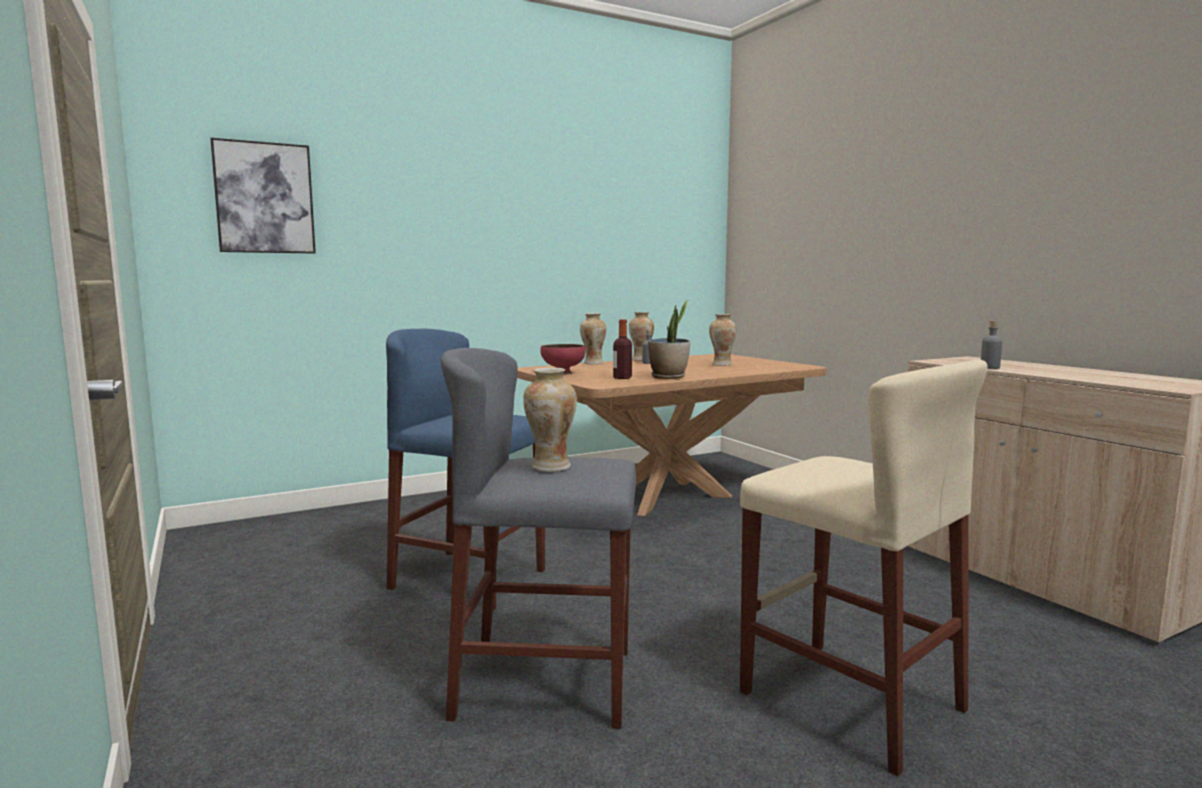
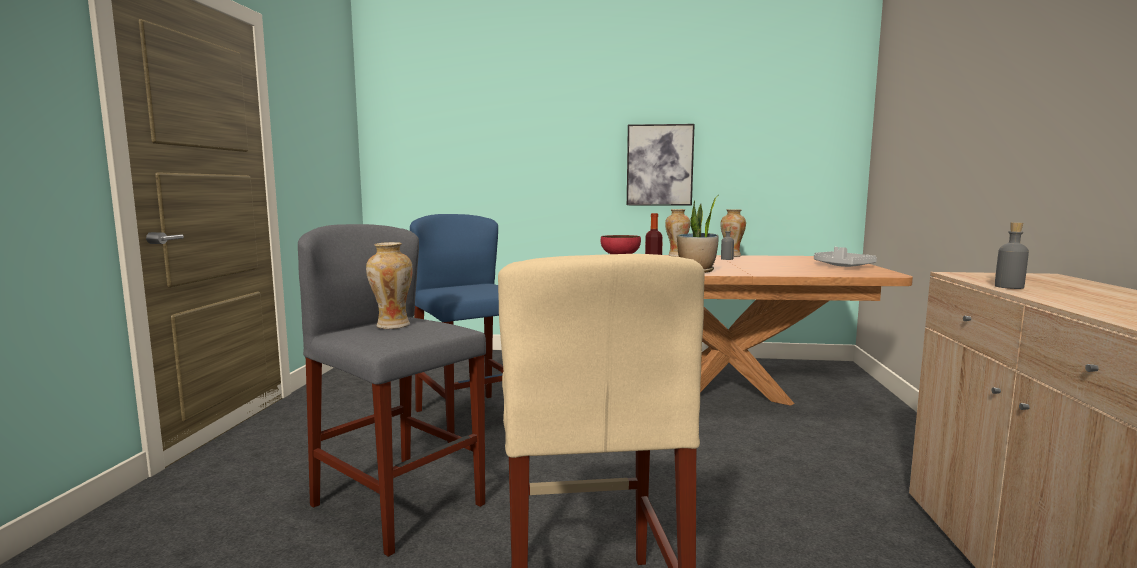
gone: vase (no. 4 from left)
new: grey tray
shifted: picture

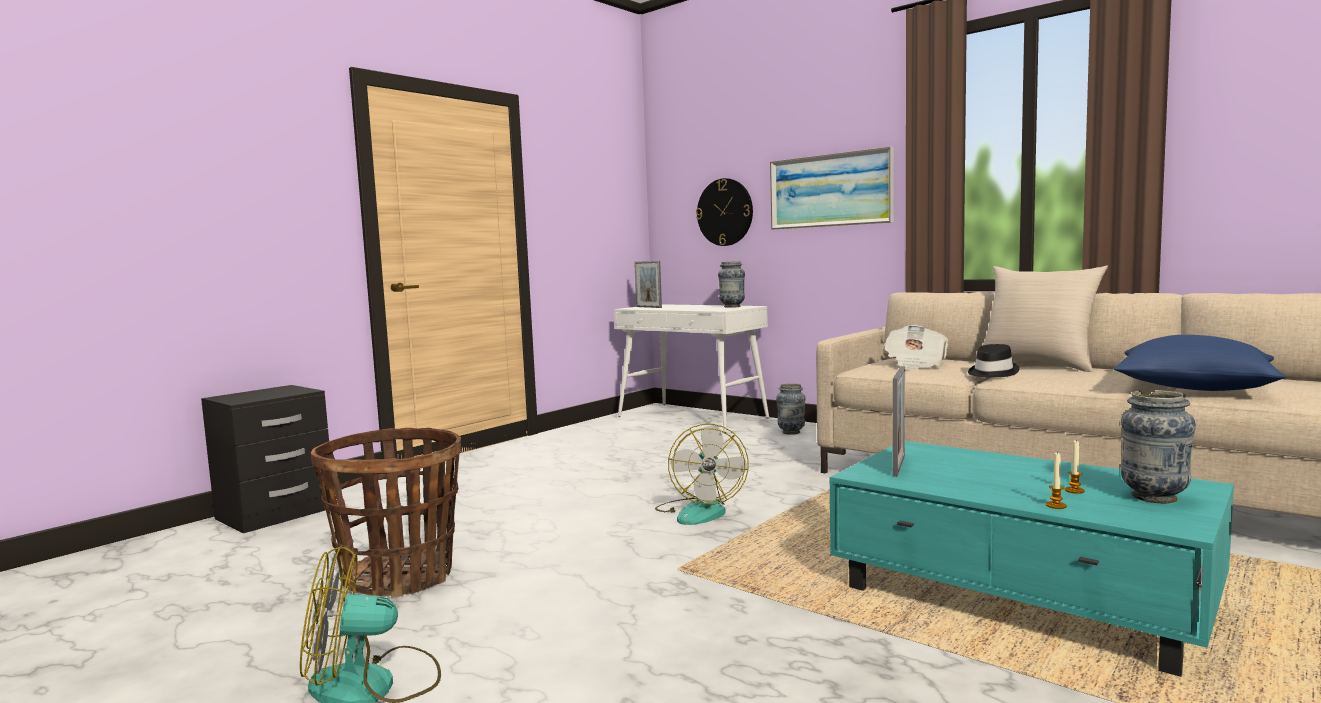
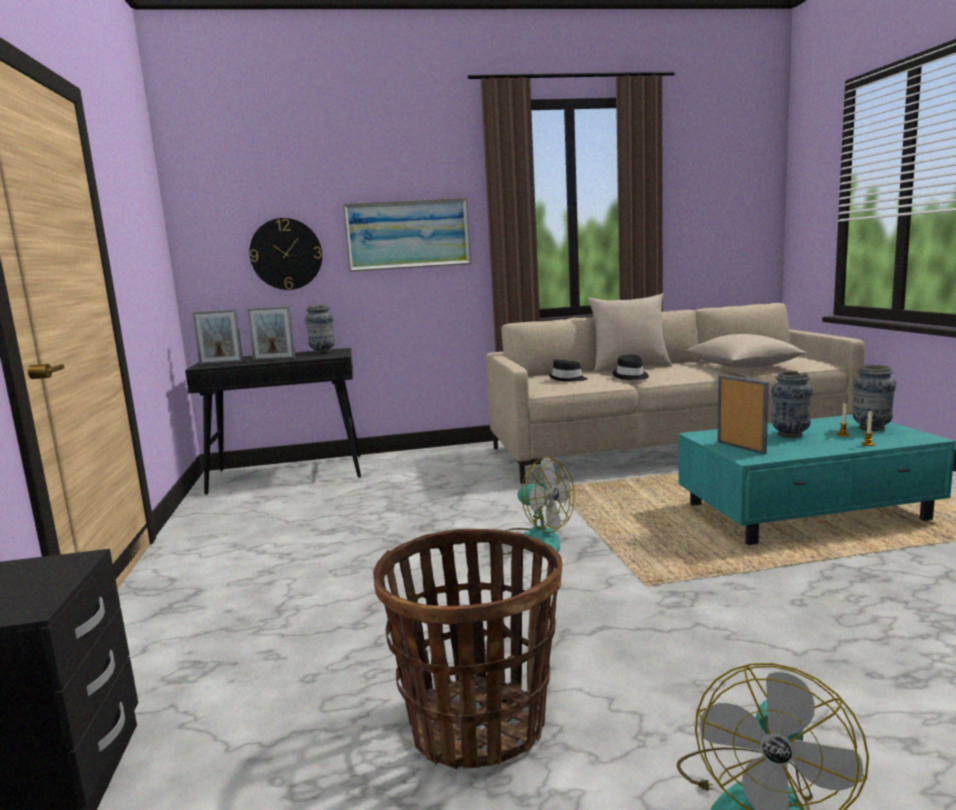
new: picture frame (no. 2 from left)
shifted: vase (no. 2 from left)
swapped: newspaper to black hat (no. 1 from left)
repainted: white console table to black console table; blue pillow to beige pillow (no. 2 from left)

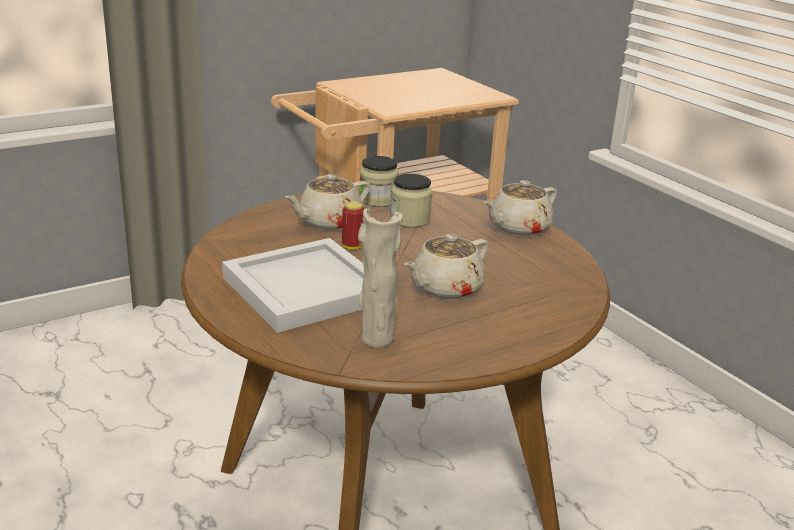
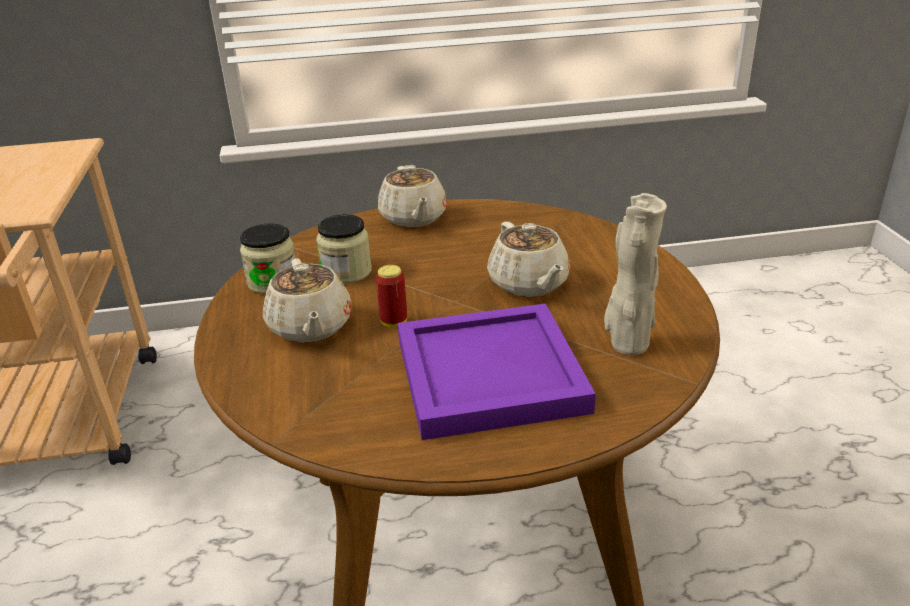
repainted: white tray to purple tray

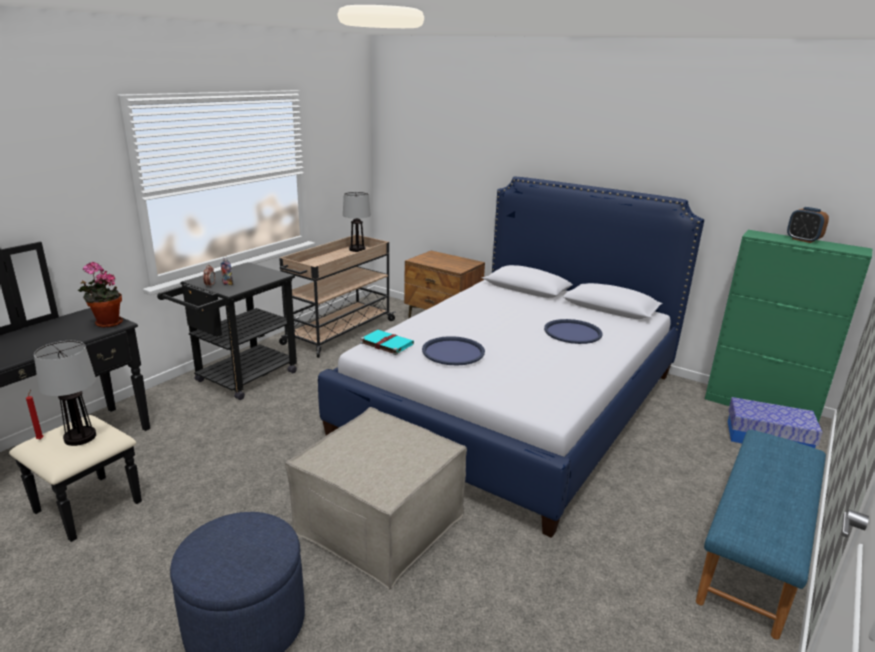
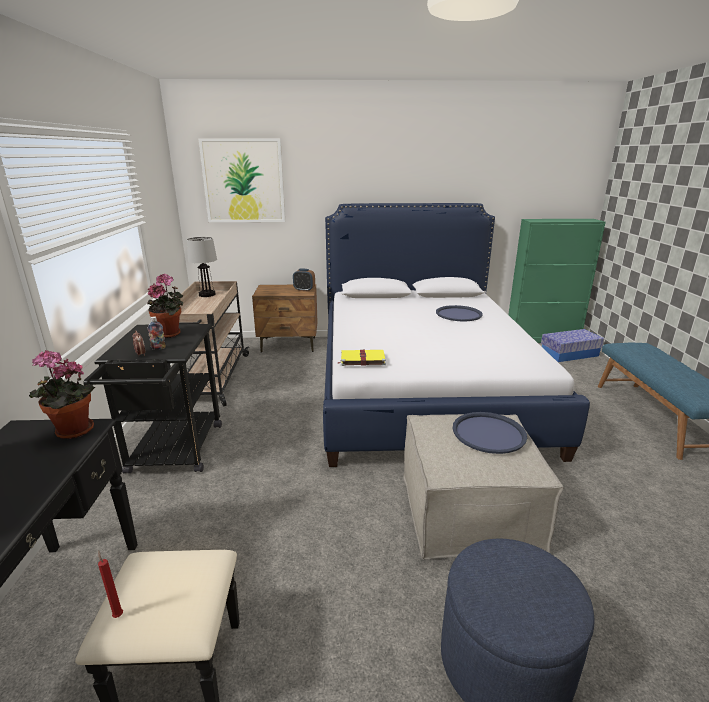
gone: table lamp (no. 1 from left)
new: potted plant (no. 2 from left); picture
shifted: blue tray (no. 1 from left in the first image) to blue tray (no. 2 from left); alarm clock (no. 2 from left)
repainted: turquoise book to yellow book

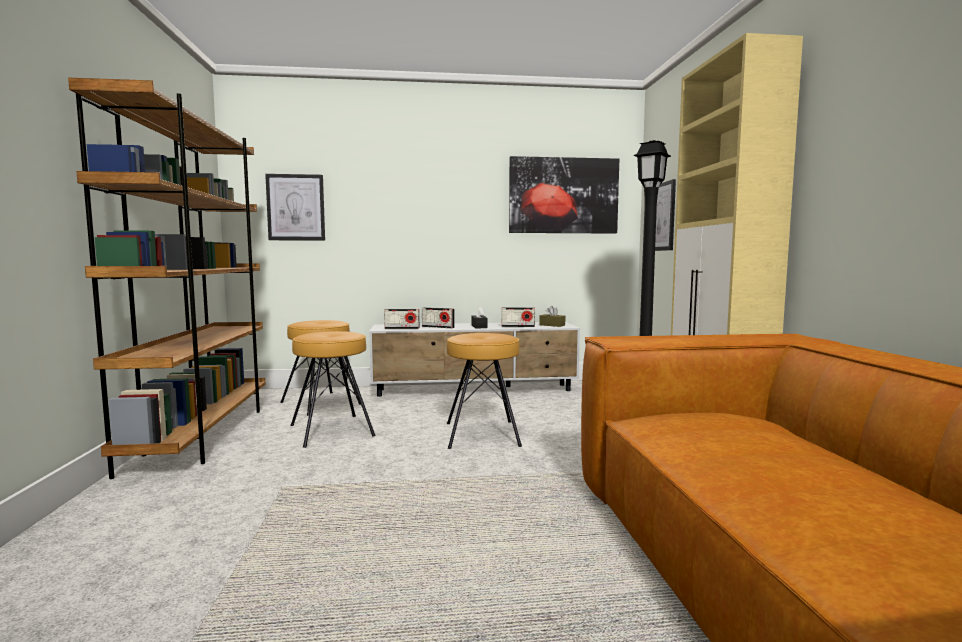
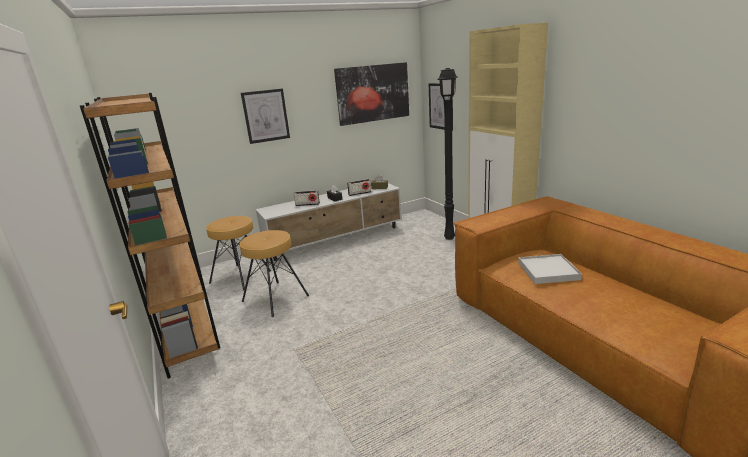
gone: radio (no. 1 from left); brown stool (no. 3 from left)
new: white tray
shifted: picture (no. 1 from left)

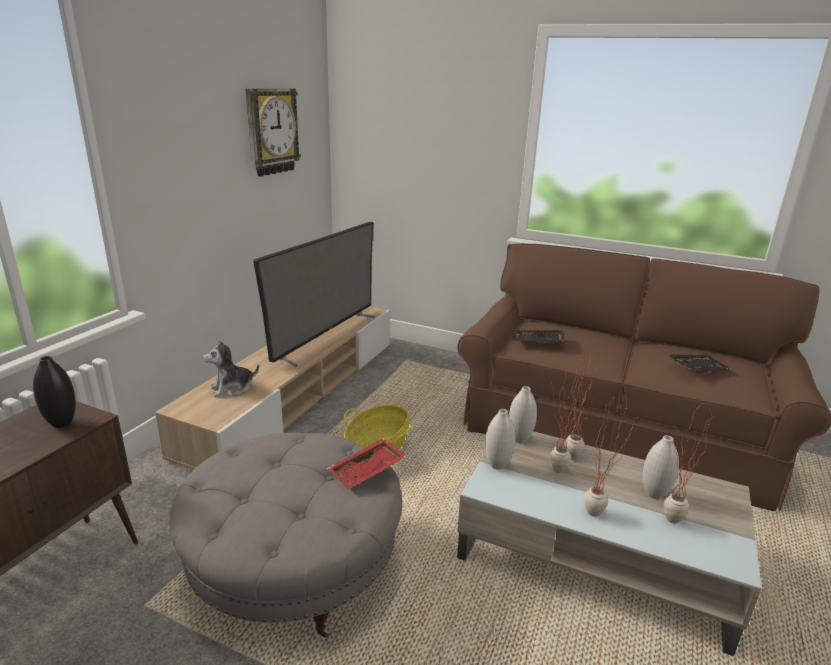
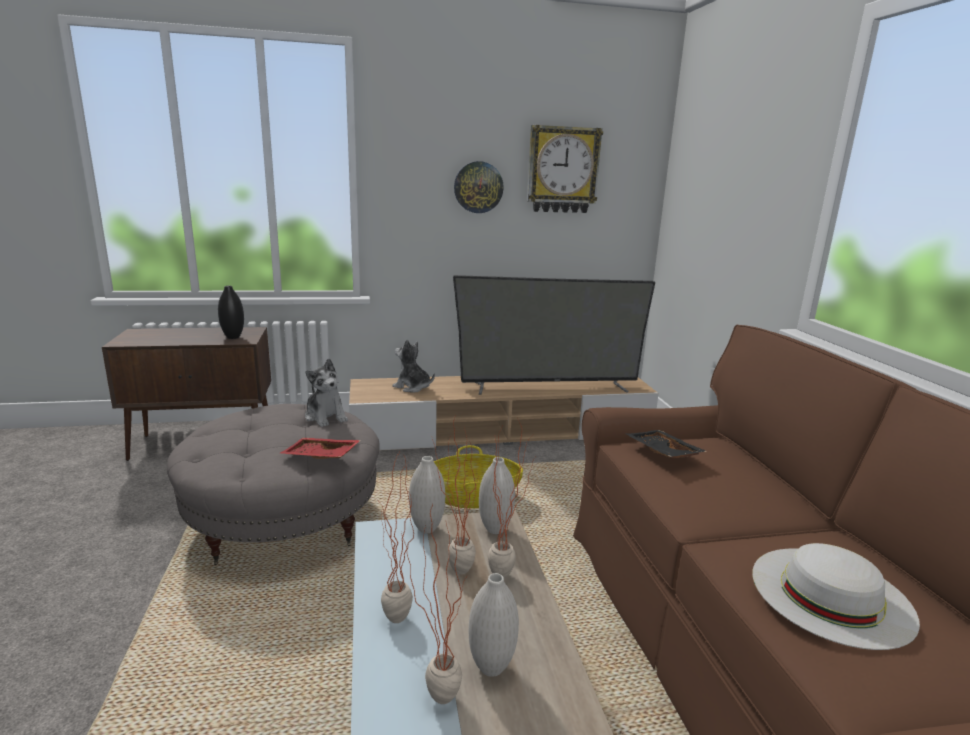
new: plush toy (no. 1 from left); wall clock (no. 1 from left)
swapped: black tray (no. 2 from left) to white hat

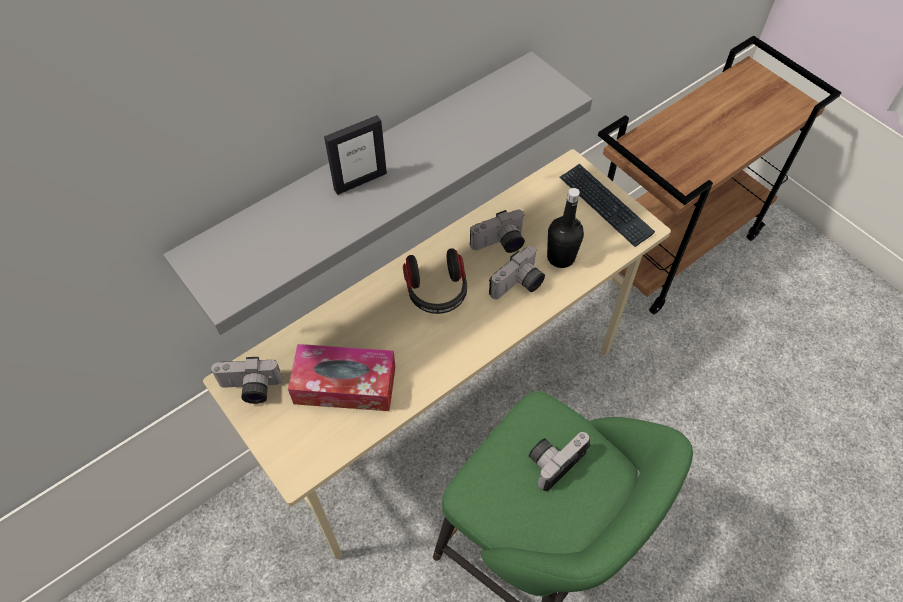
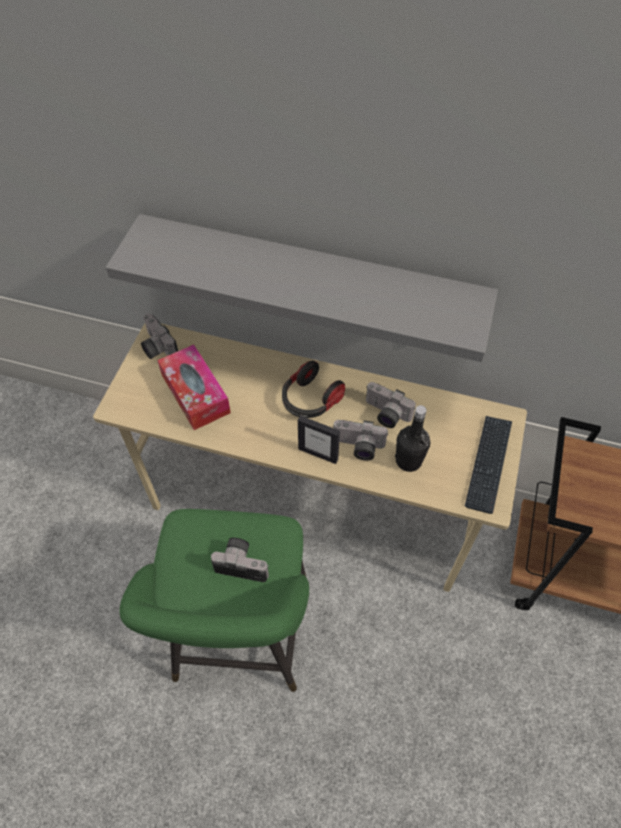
shifted: picture frame

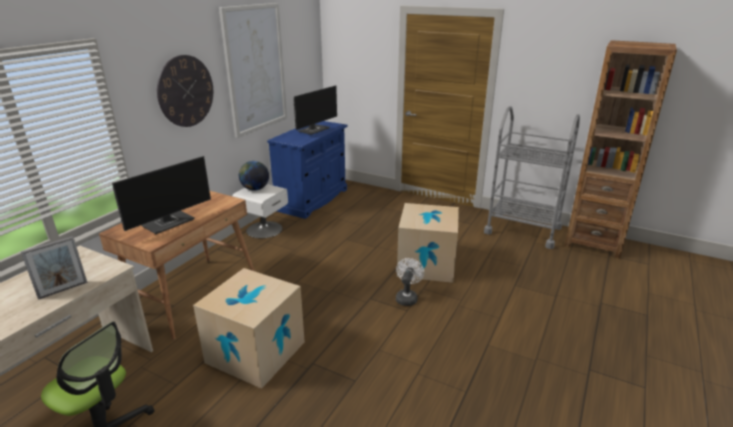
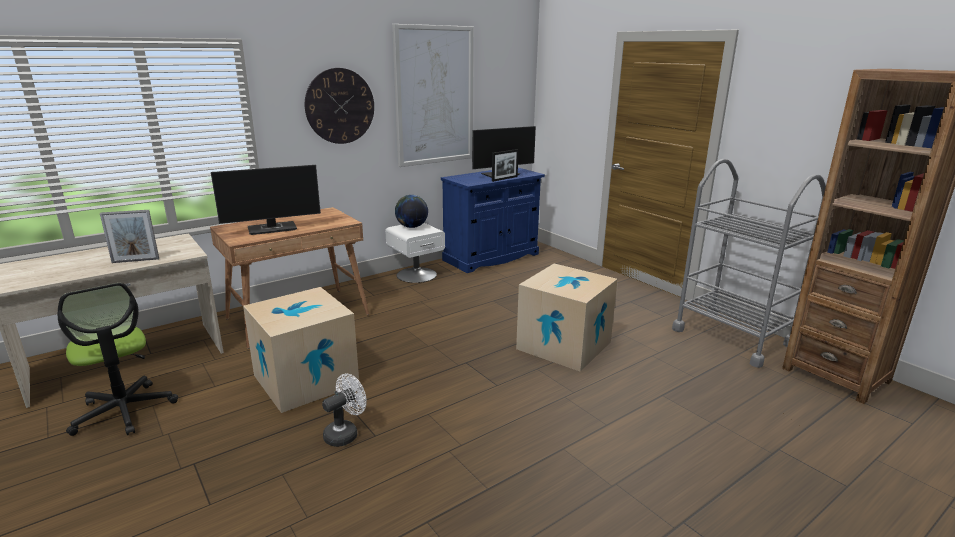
new: picture frame (no. 2 from left)
shifted: white fan

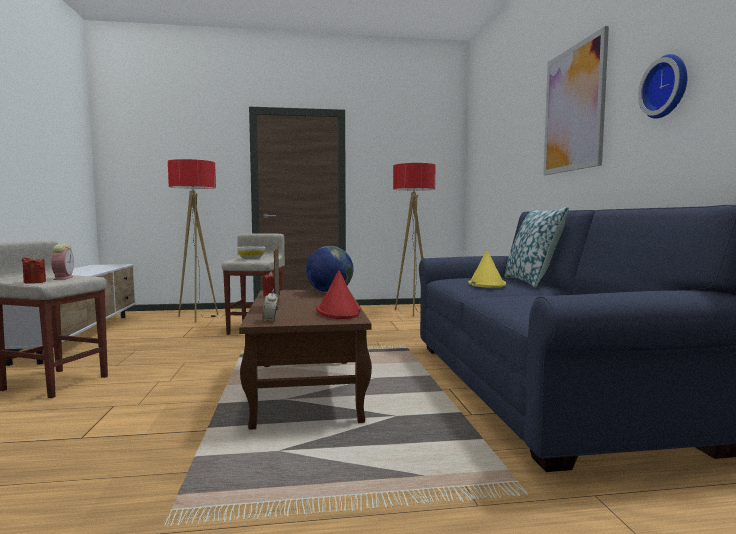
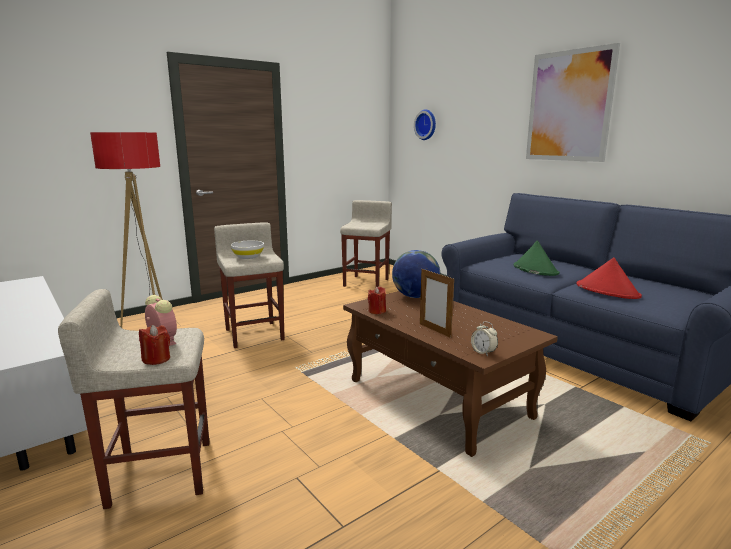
gone: pillow
shifted: red hat; wall clock
swapped: floor lamp (no. 2 from left) to beige stool (no. 3 from left)
repainted: yellow hat to green hat

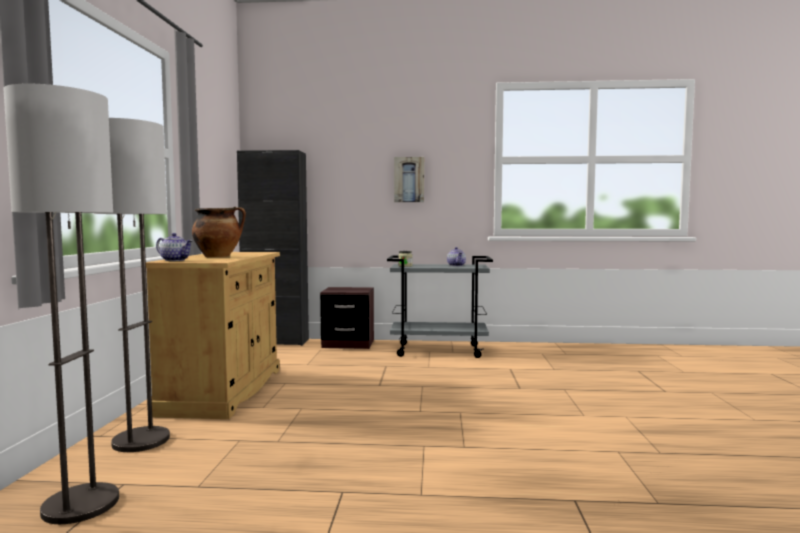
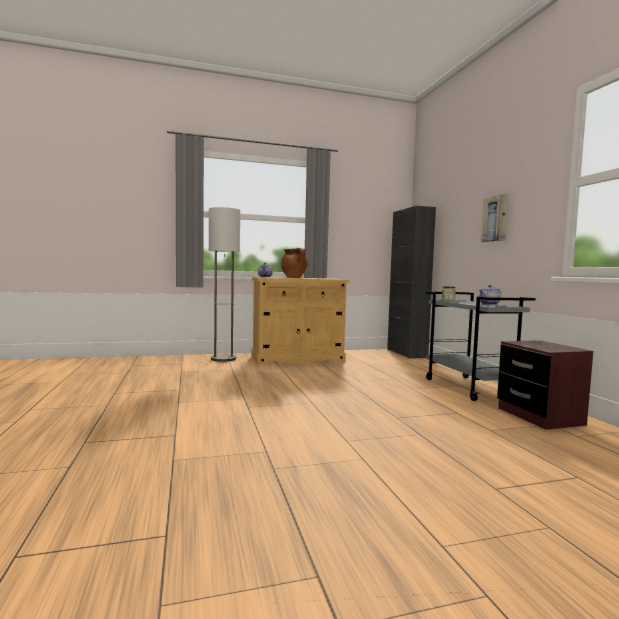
gone: floor lamp (no. 1 from left)
shifted: brown nightstand

